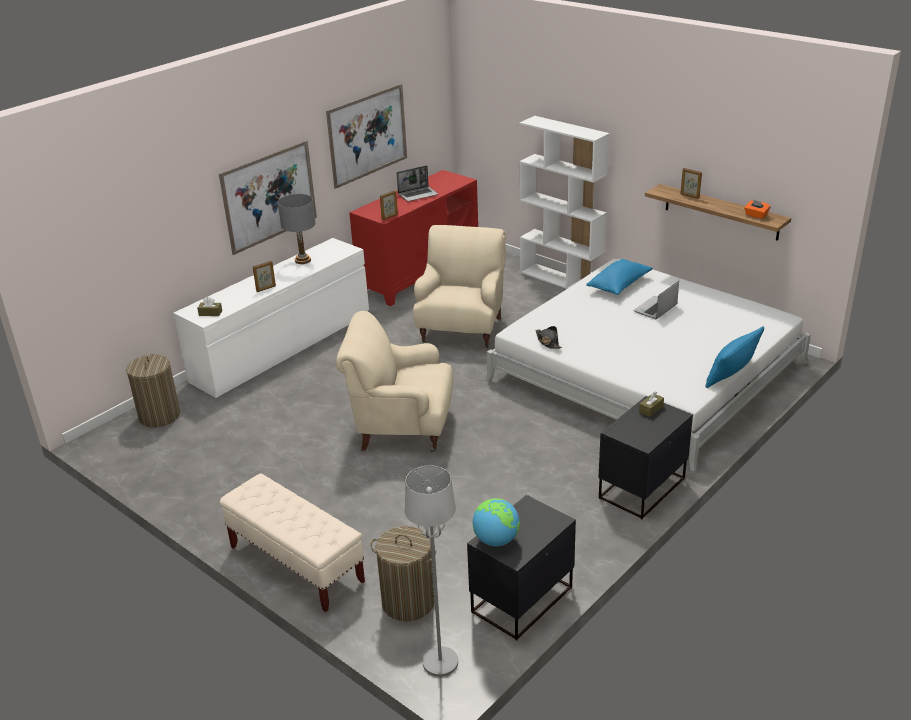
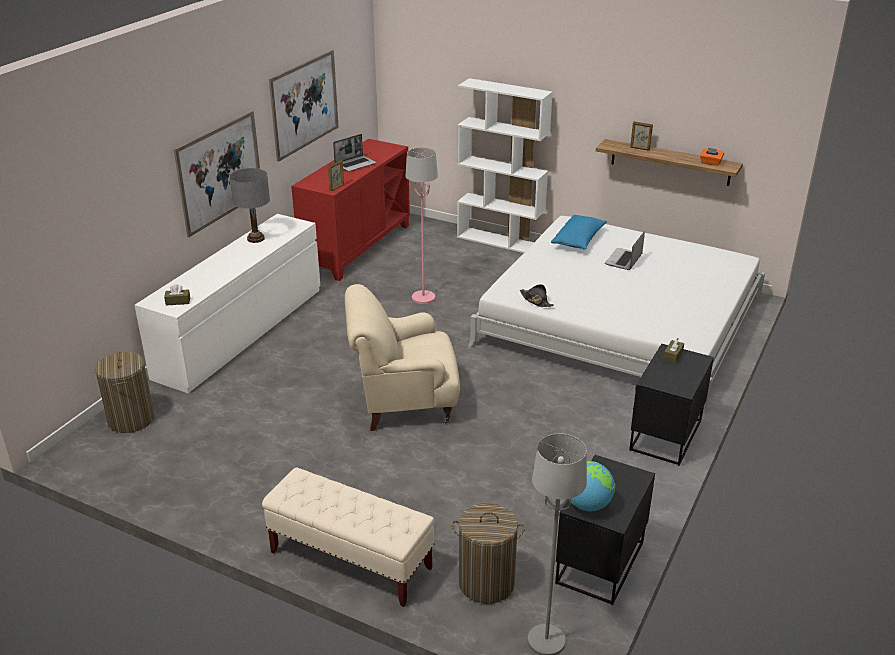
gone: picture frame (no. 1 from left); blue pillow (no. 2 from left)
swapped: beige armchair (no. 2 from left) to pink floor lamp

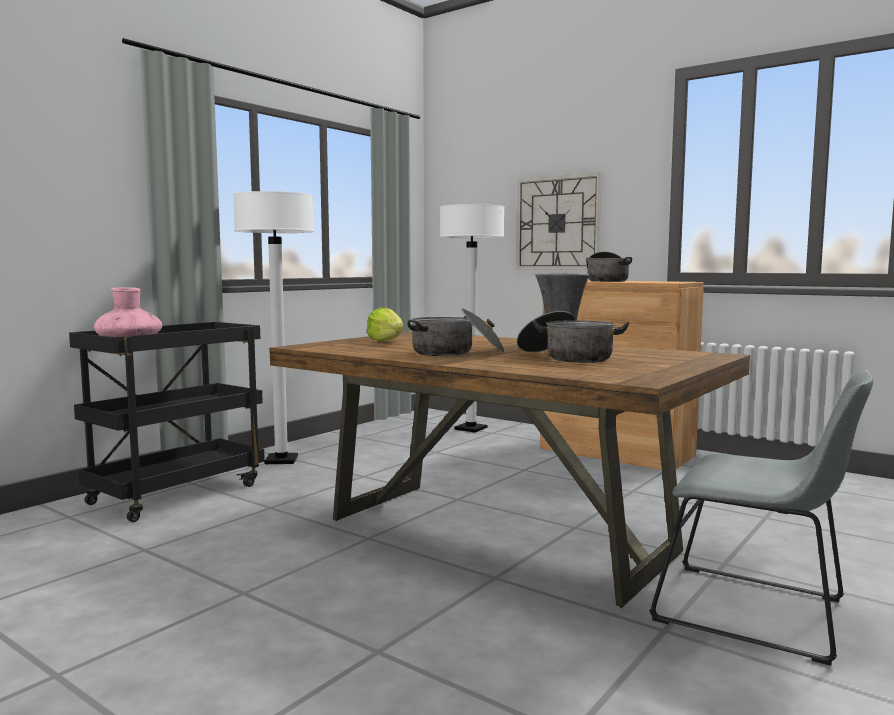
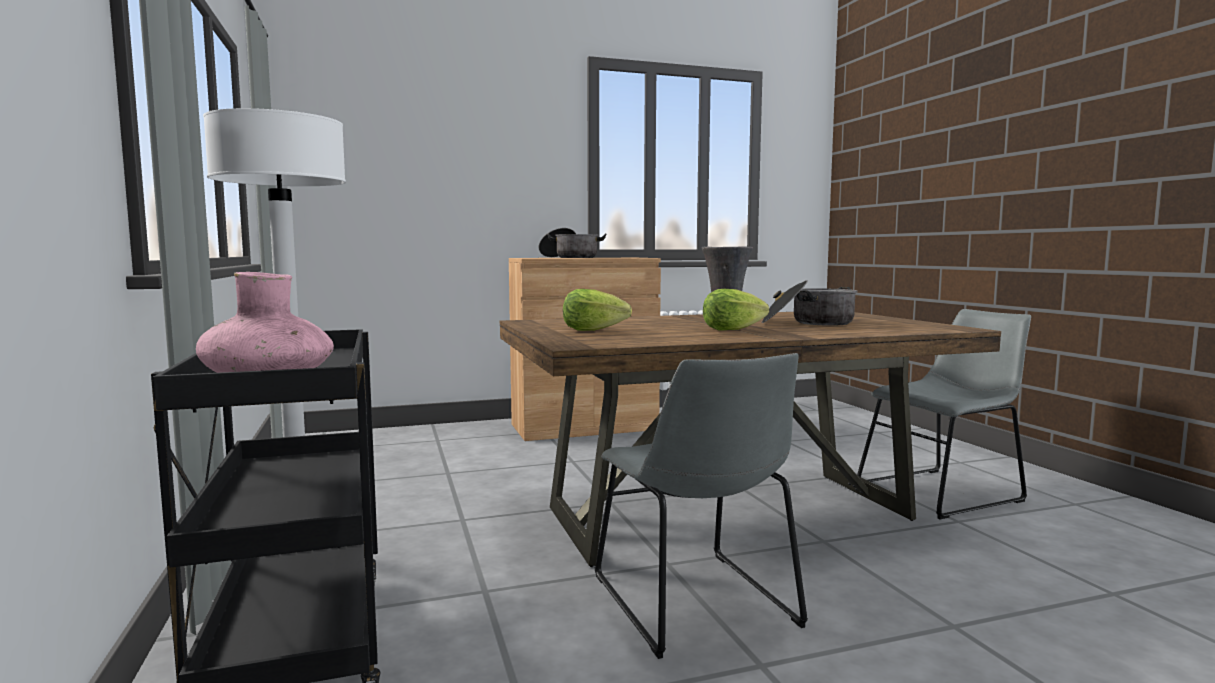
gone: white floor lamp (no. 2 from left); wall clock
new: grey chair (no. 1 from left)
swapped: cooking pot (no. 1 from left) to lettuce (no. 2 from left)

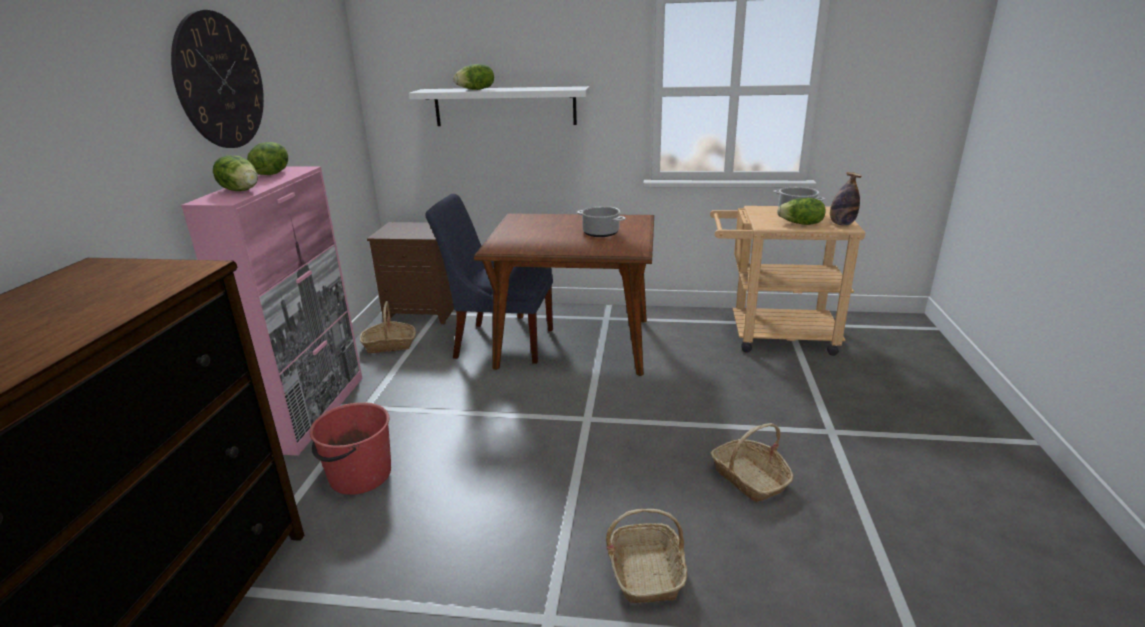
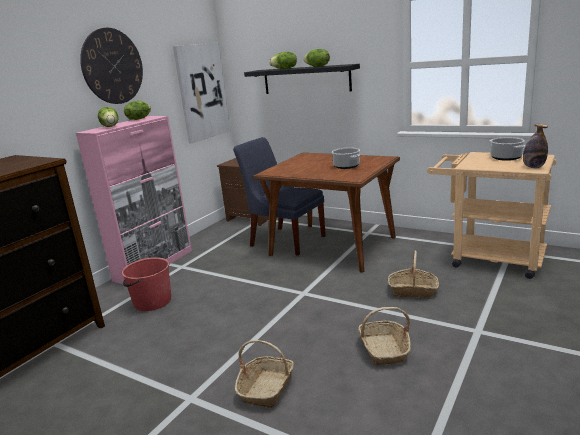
new: picture
shifted: basket (no. 1 from left in the first image) to basket (no. 3 from left); lettuce (no. 4 from left)
repainted: white shelf to black shelf

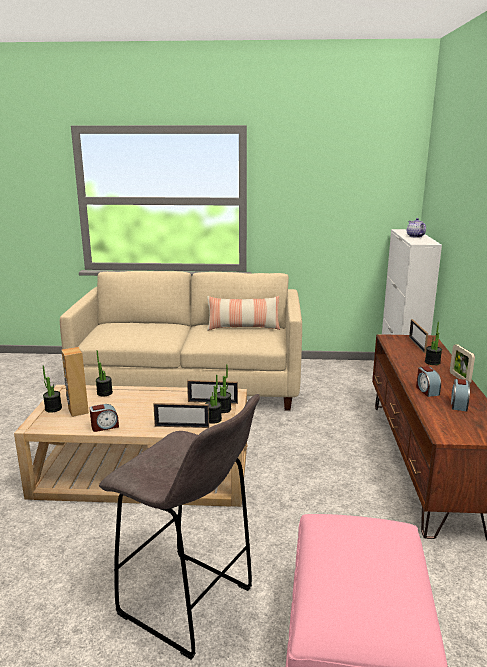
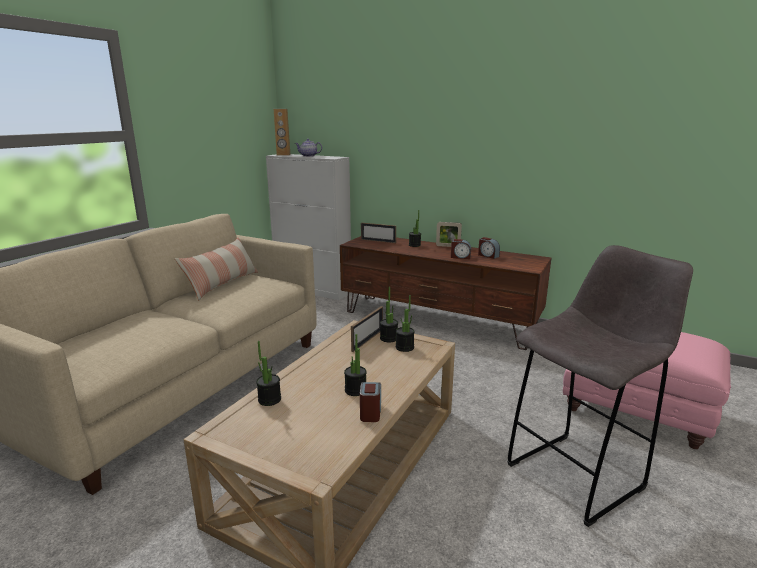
gone: picture frame (no. 1 from left)
shifted: potted plant (no. 1 from left in the first image) to potted plant (no. 2 from left); brown speaker

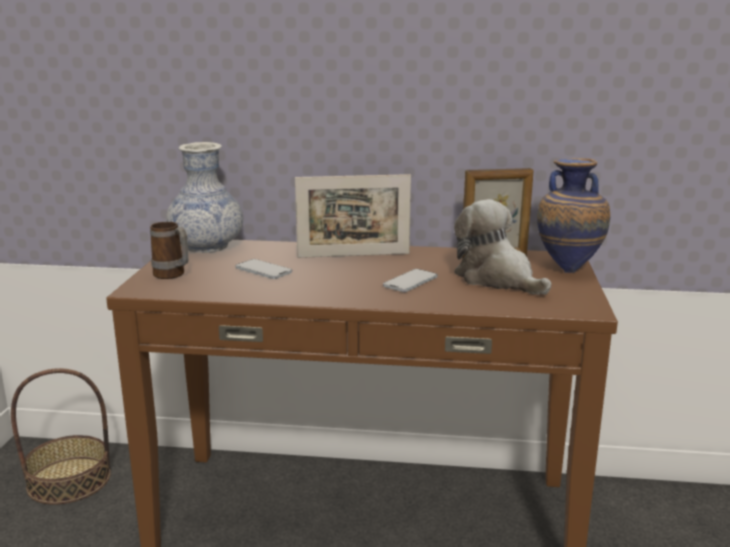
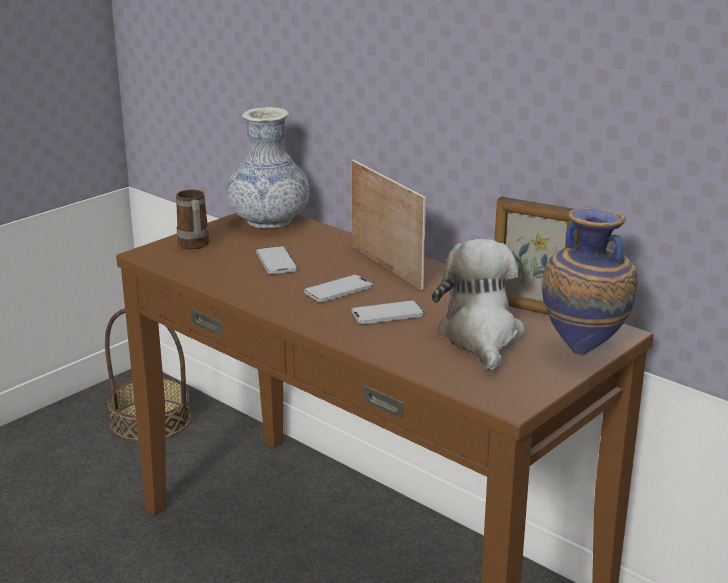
new: phone (no. 2 from left)
rotated: picture frame (no. 1 from left) 150 degrees counterclockwise

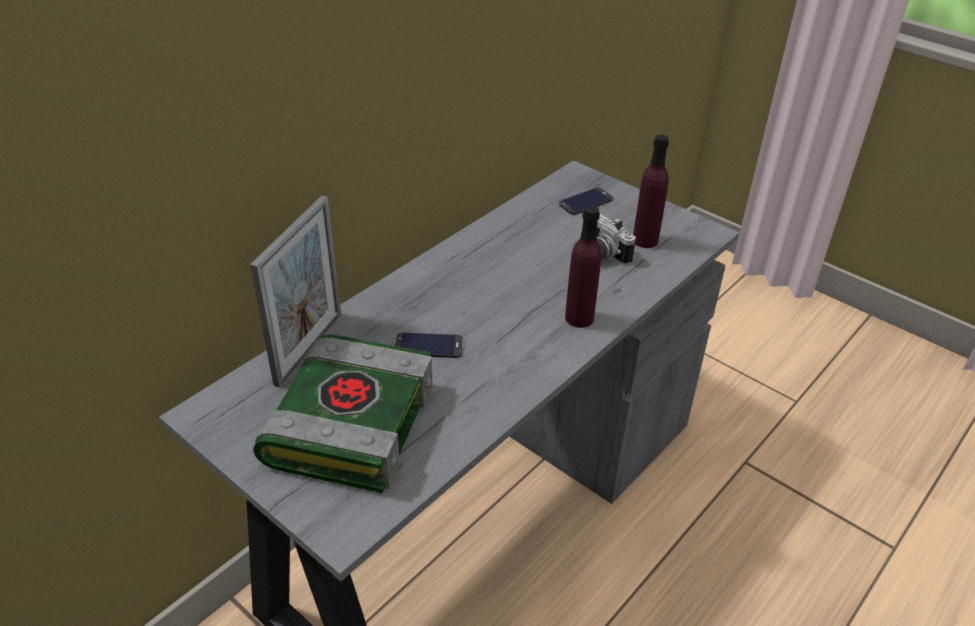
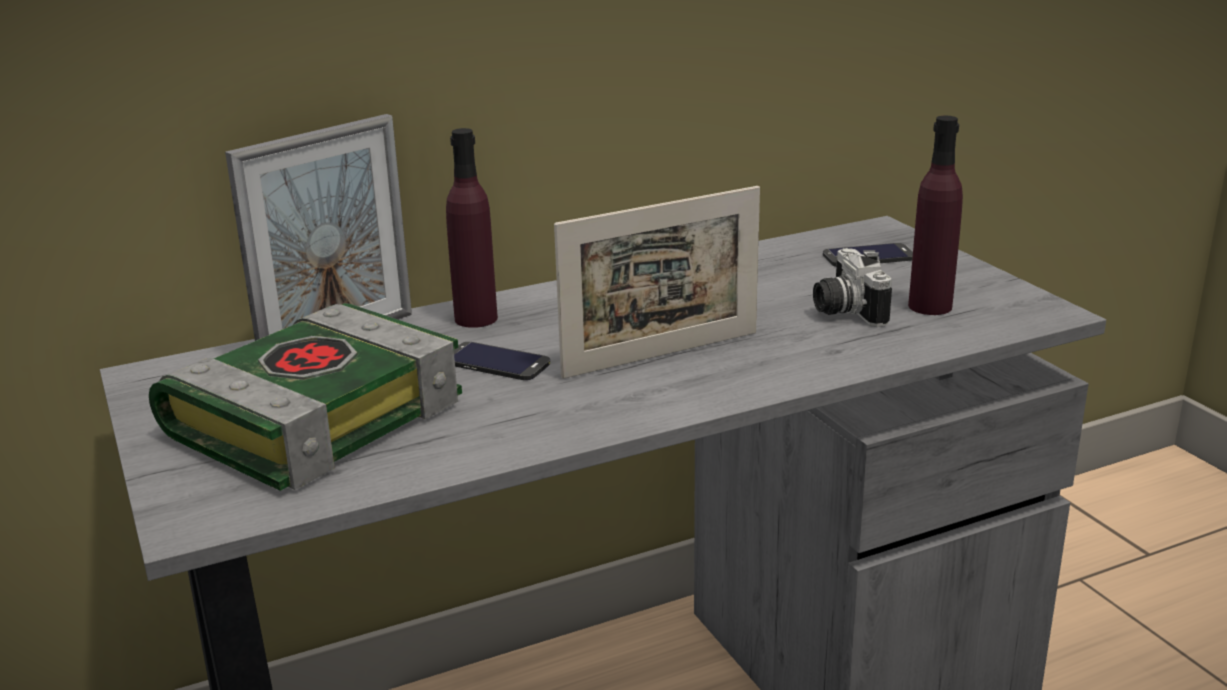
new: picture frame (no. 2 from left)
shifted: purple bottle (no. 1 from left)

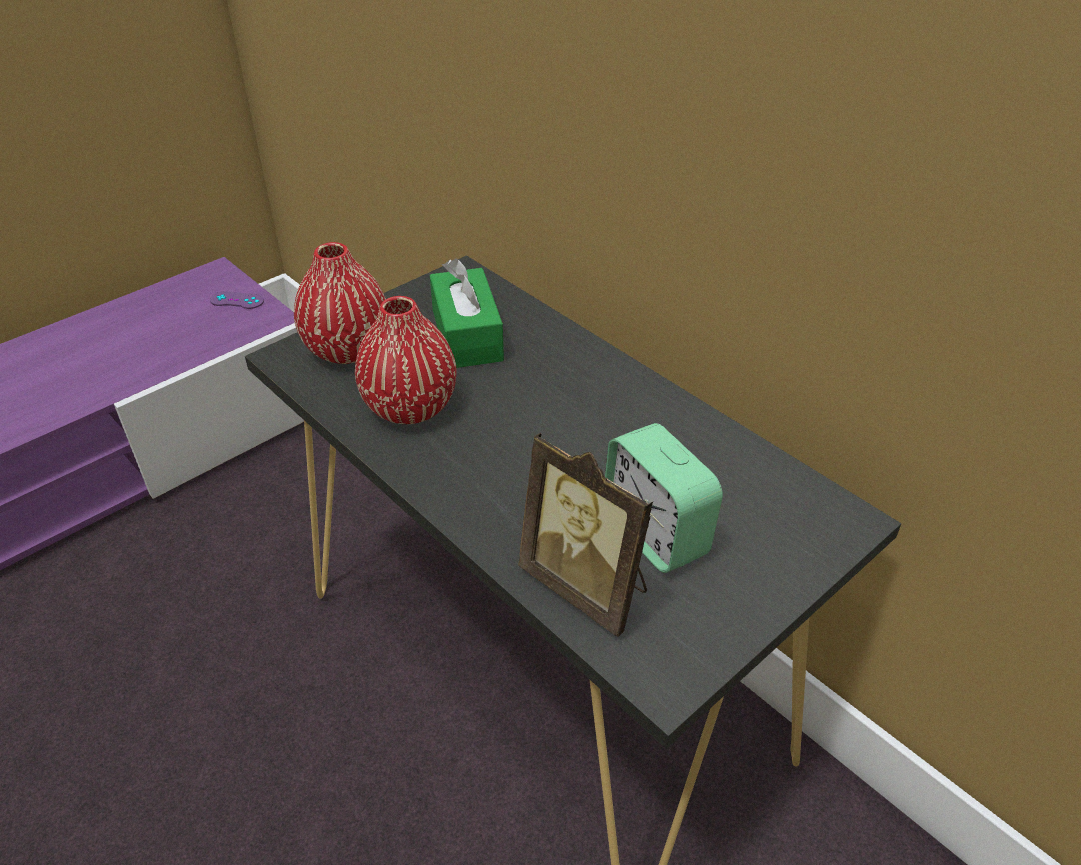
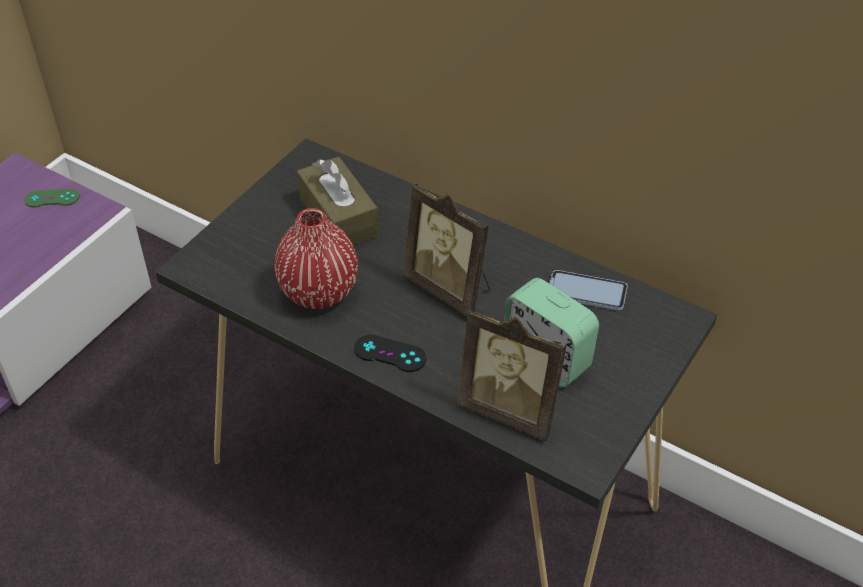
gone: red vase (no. 1 from left)
new: black game controller; picture frame (no. 1 from left); phone
repainted: purple game controller to green game controller; green tissue box to brown tissue box

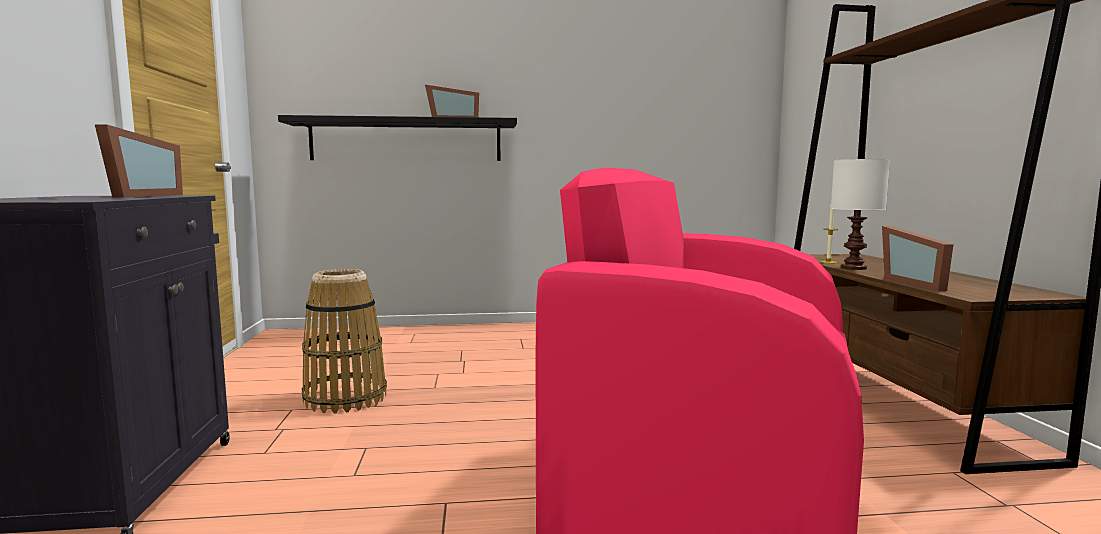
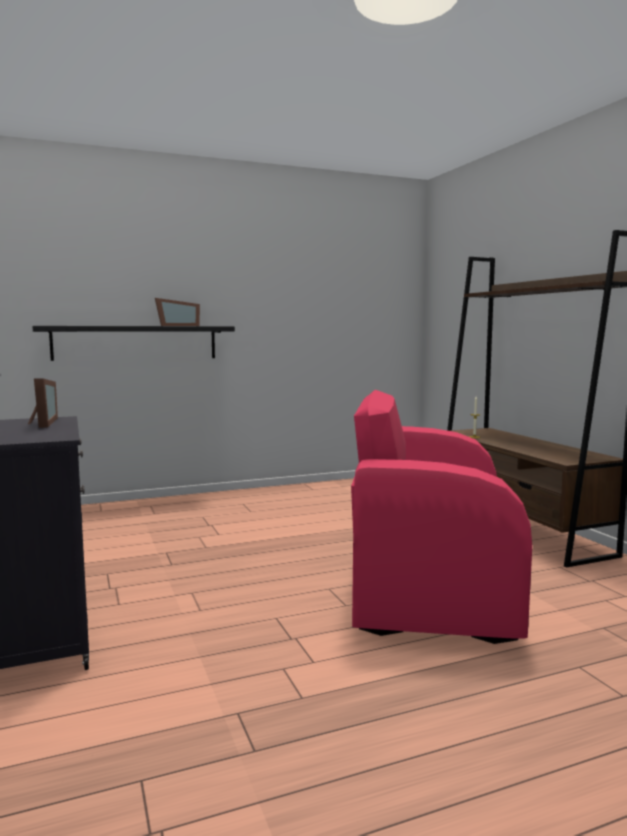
gone: basket; white table lamp; picture frame (no. 3 from left)

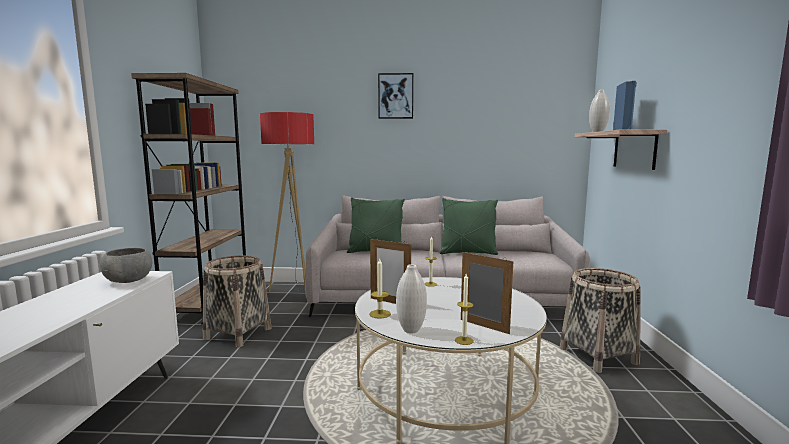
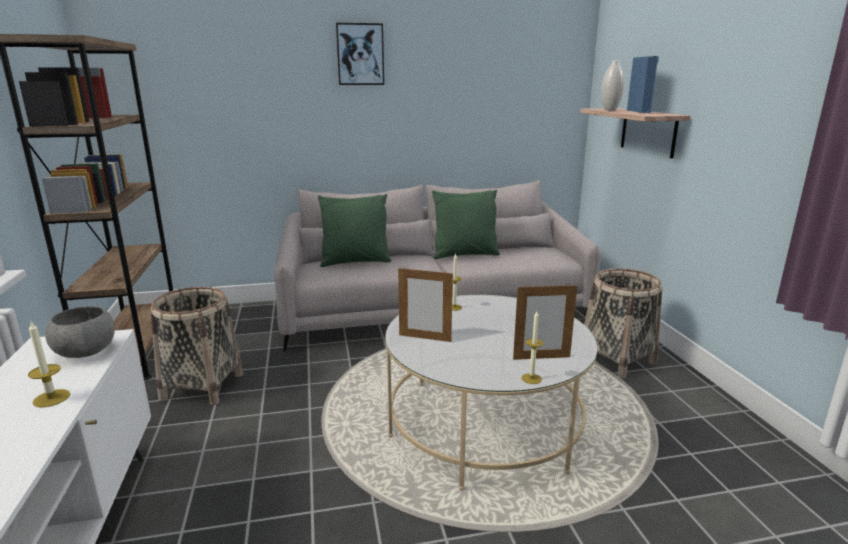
gone: floor lamp; white vase (no. 1 from left)
shifted: candle (no. 1 from left)
rotated: picture frame (no. 2 from left) 150 degrees clockwise

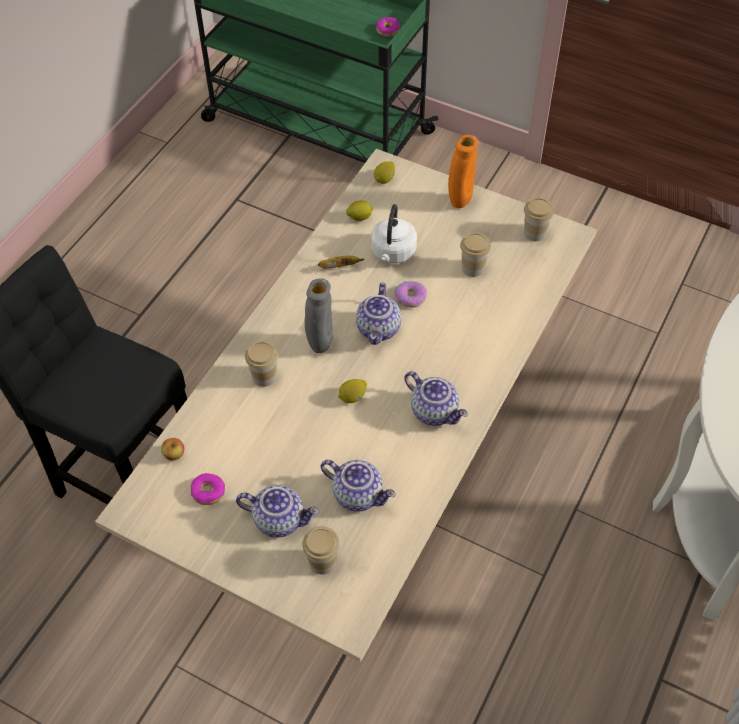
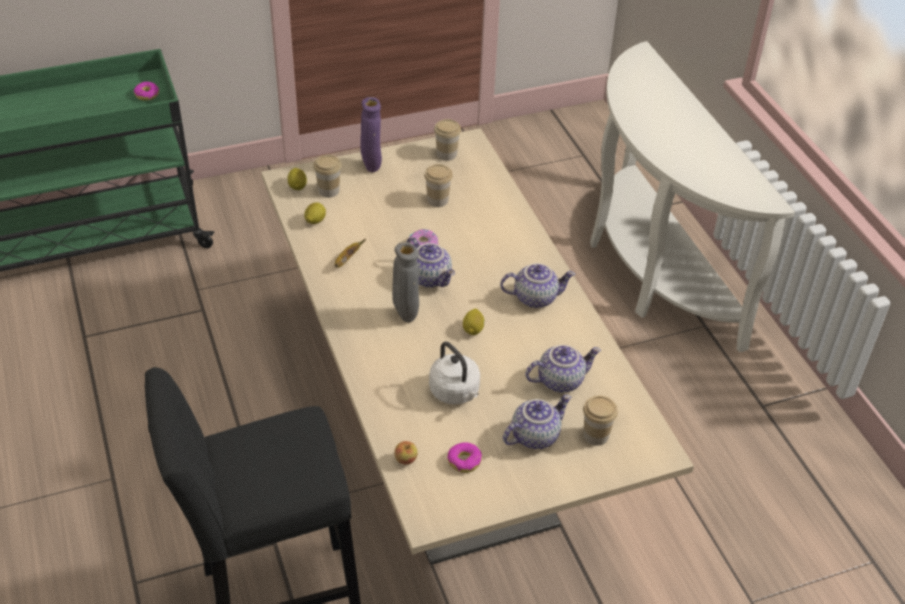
shifted: cup (no. 1 from left); white kettle
repainted: orange vase to purple vase

